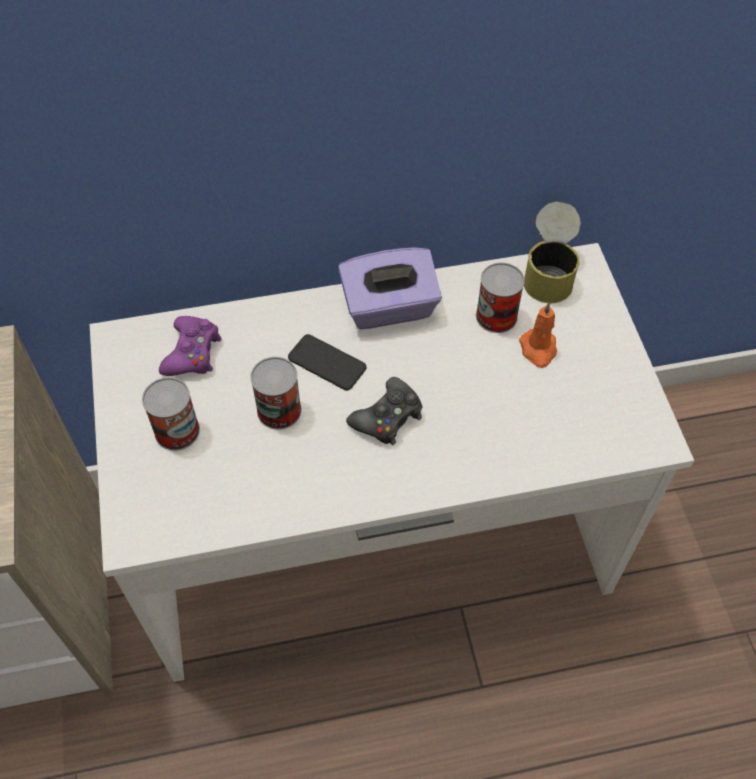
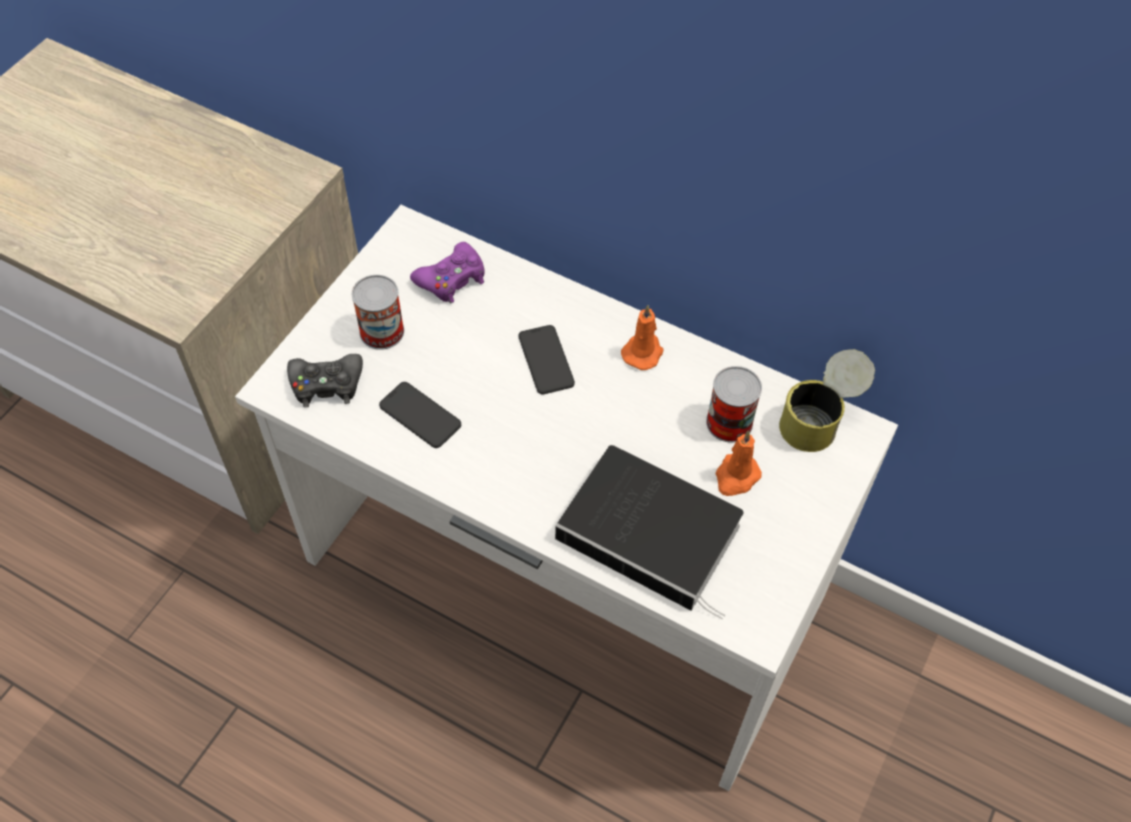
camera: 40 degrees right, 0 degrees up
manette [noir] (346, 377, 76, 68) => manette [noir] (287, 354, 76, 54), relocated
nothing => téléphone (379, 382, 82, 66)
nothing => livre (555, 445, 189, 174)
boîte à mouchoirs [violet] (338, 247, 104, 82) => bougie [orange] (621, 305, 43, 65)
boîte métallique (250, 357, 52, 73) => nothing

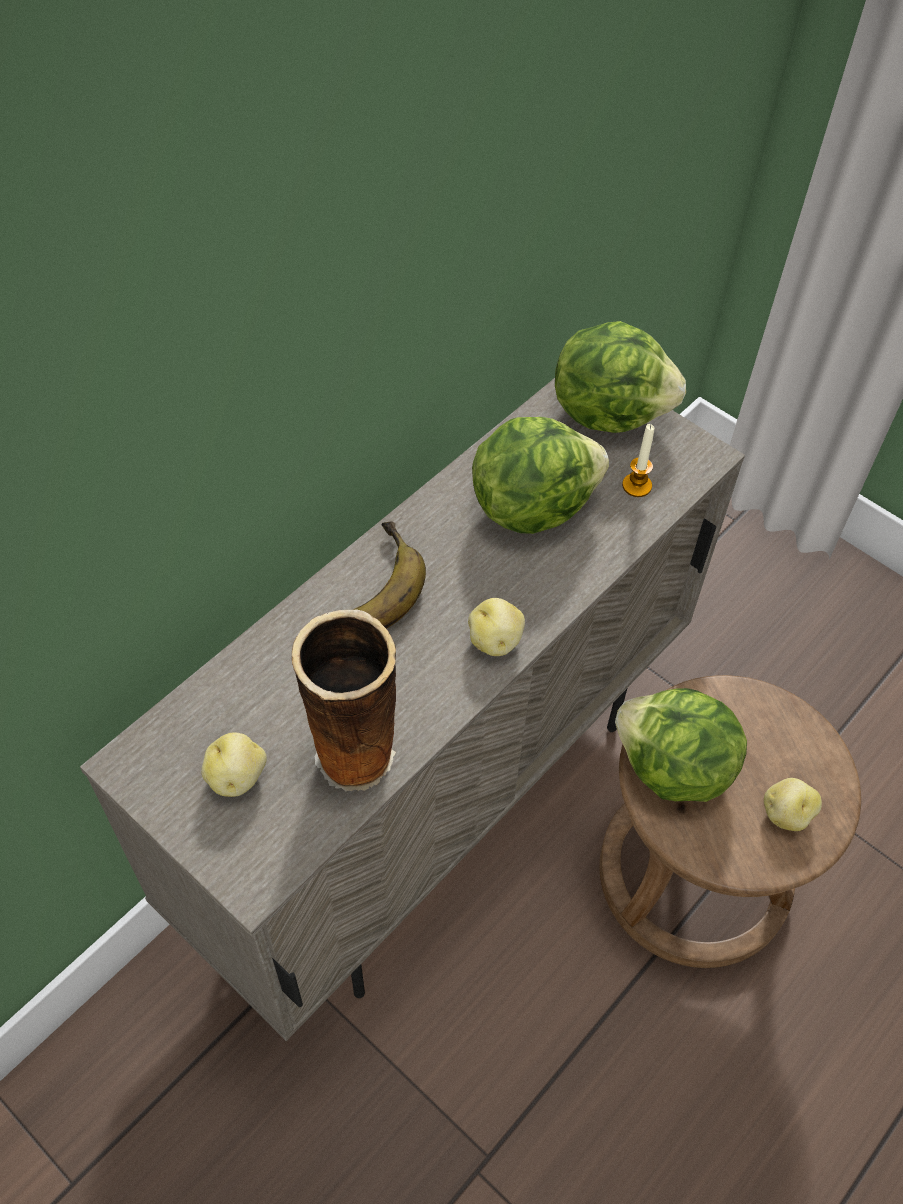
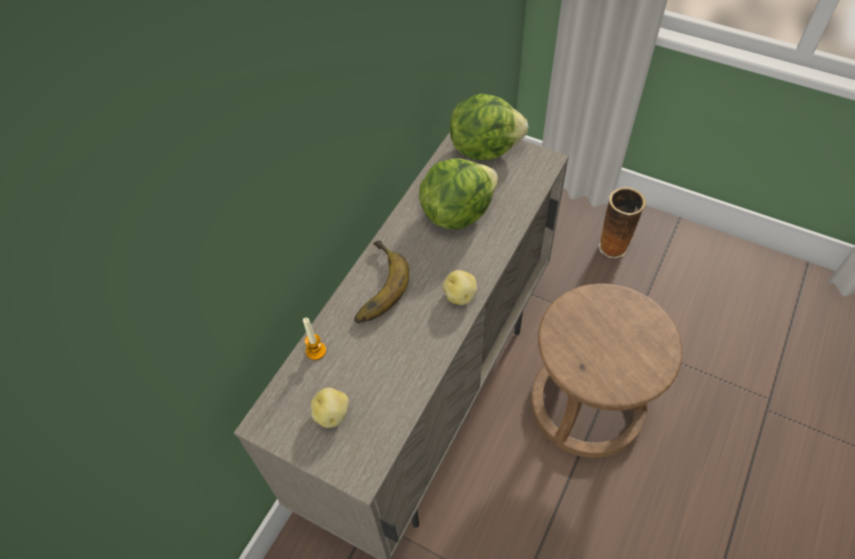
camera: 10 degrees left, 0 degrees up
bougie (622, 424, 33, 73) => bougie (303, 318, 23, 42), relocated
vase (292, 610, 104, 181) => vase (599, 187, 47, 71), relocated
laitue (615, 688, 132, 114) => nothing
pomme de terre (764, 778, 58, 53) => nothing

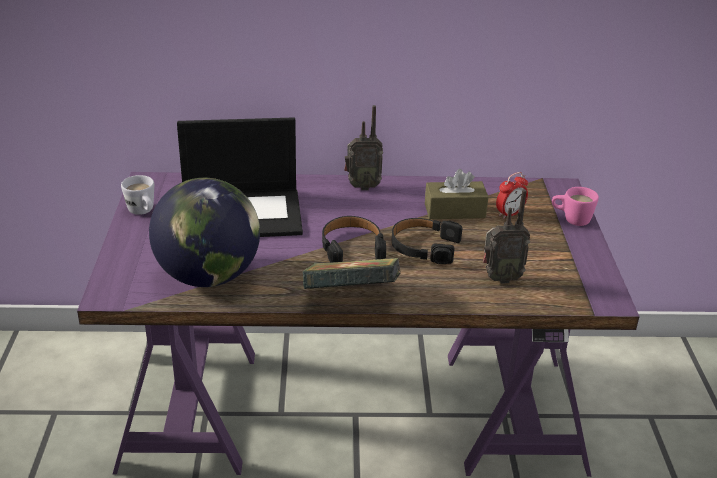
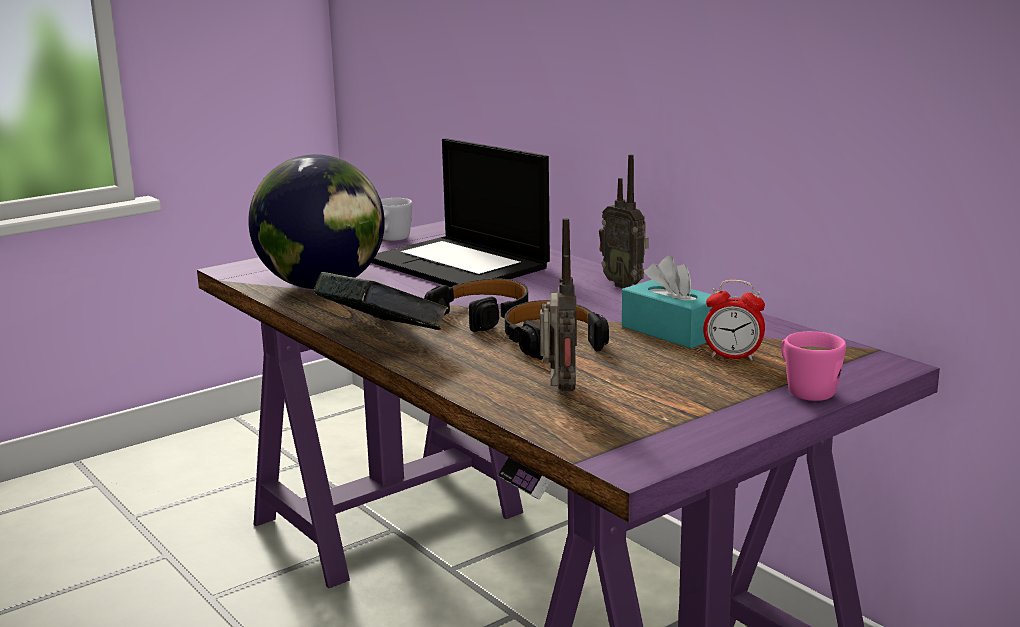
camera: 55 degrees right, 15 degrees down
radio (483, 189, 47, 95) => radio (540, 218, 37, 173), 135 degrees counterclockwise
boîte à mouchoirs [marron] (425, 169, 63, 50) => boîte à mouchoirs [turquoise] (622, 256, 90, 92)

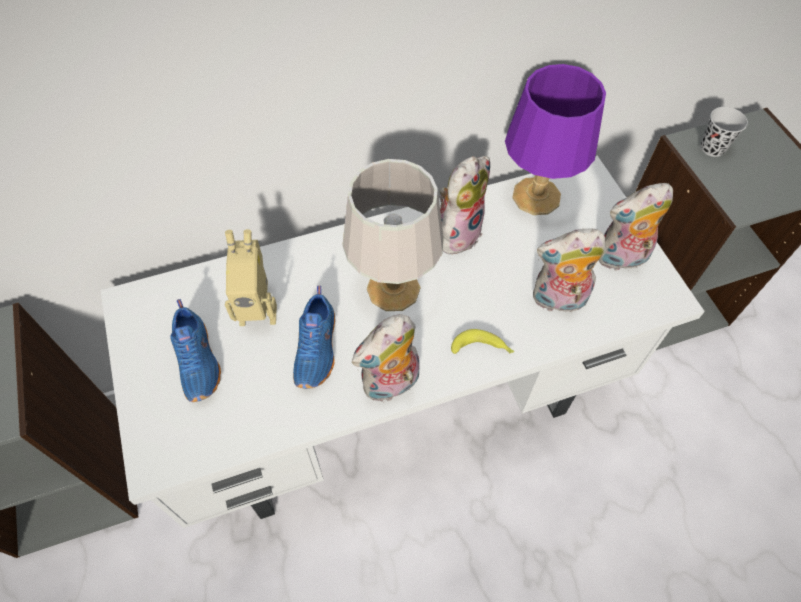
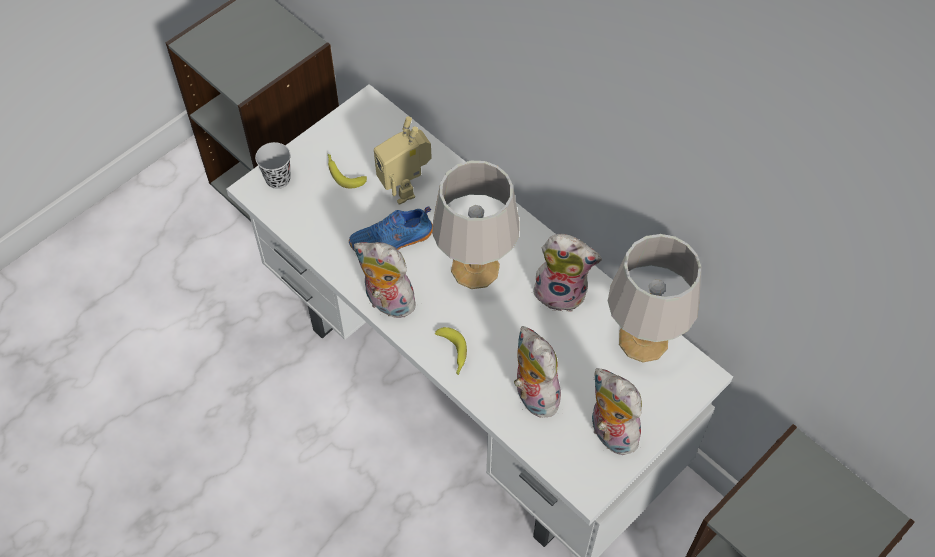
camera: 65 degrees right, 0 degrees up
tasse [noir] (701, 107, 47, 50) => tasse [noir] (255, 142, 36, 47), relocated
chaussure [bleu] (170, 299, 51, 103) => banane (328, 154, 39, 34)
lampe de table [violet] (505, 64, 101, 151) => lampe de table [gris] (608, 234, 93, 129)

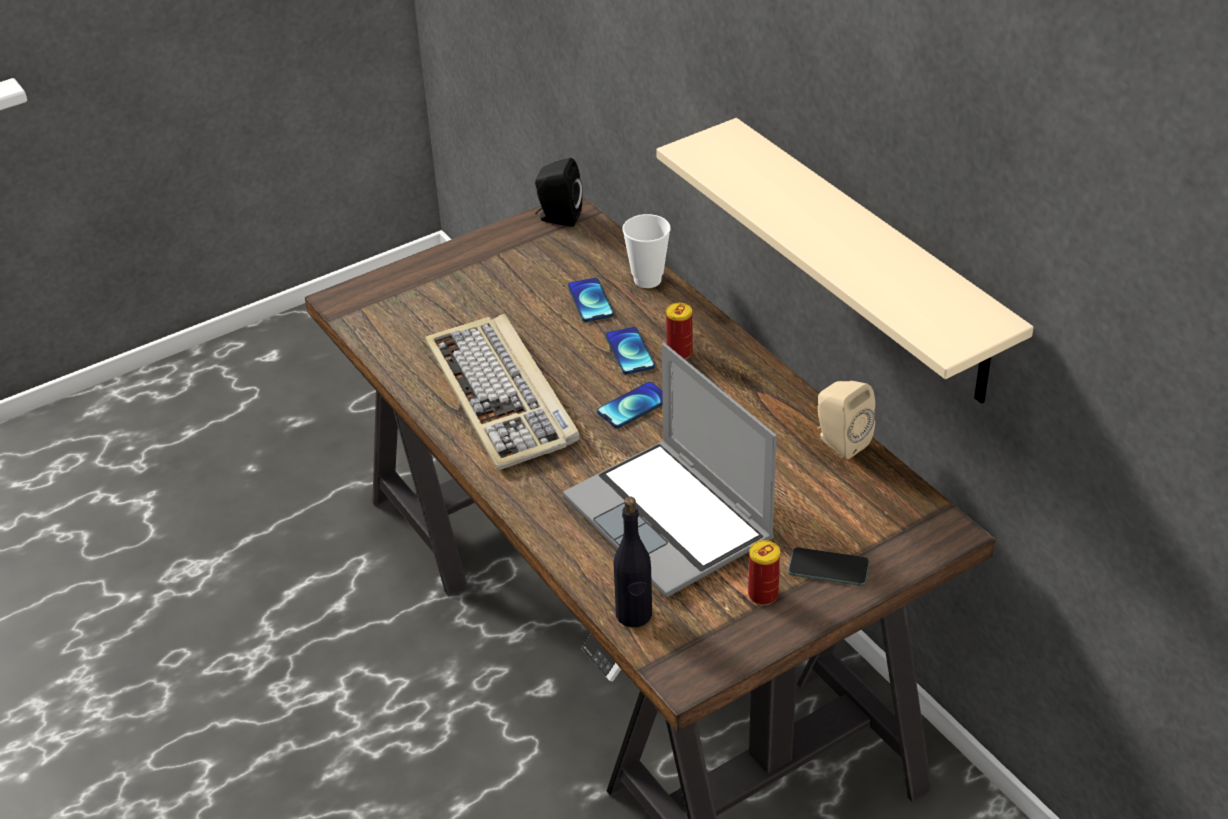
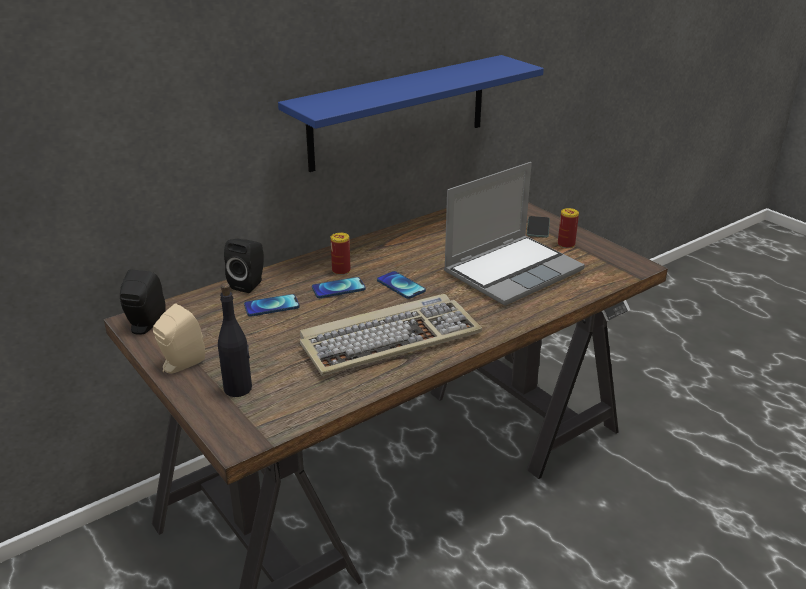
camera: 95 degrees left, 10 degrees down
enceinte [beige] (817, 381, 58, 78) => enceinte [beige] (153, 303, 52, 71), relocated
bouteille [noir] (613, 496, 39, 131) => bouteille [noir] (218, 283, 34, 114), relocated
tasse (622, 214, 49, 74) => enceinte [noir] (224, 239, 40, 54)
étagère [beige] (656, 118, 378, 286) => étagère [bleu] (278, 55, 266, 117)

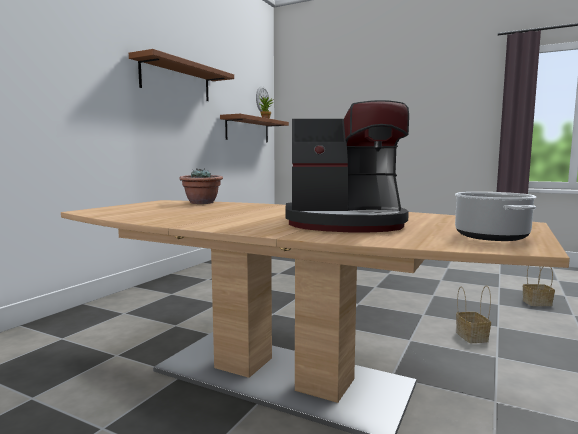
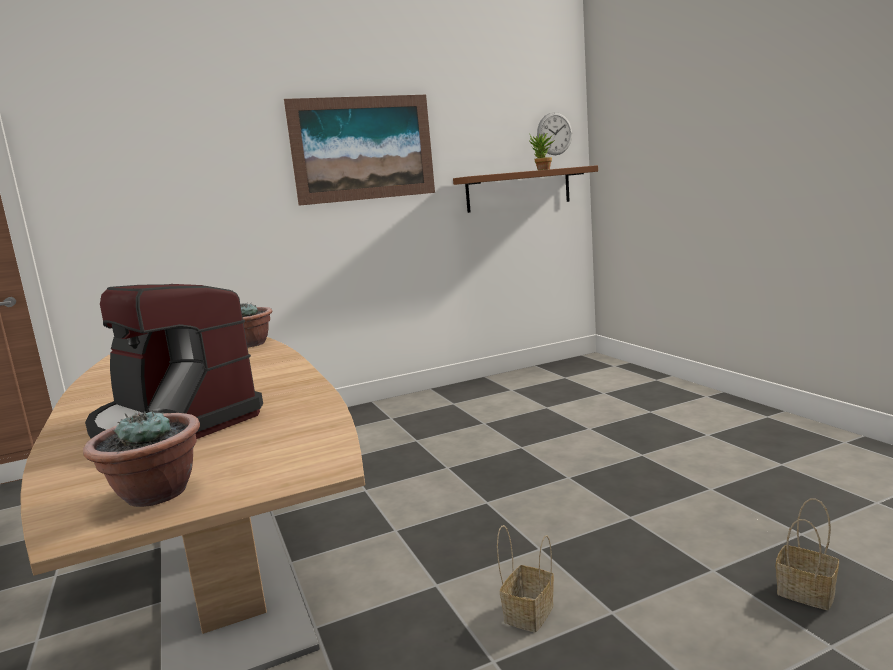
camera: 40 degrees right, 5 degrees up
marmite (455, 192, 82, 49) => plante en pot (83, 410, 117, 97)
étagère [marron] (129, 49, 105, 52) => tableau (284, 95, 151, 111)

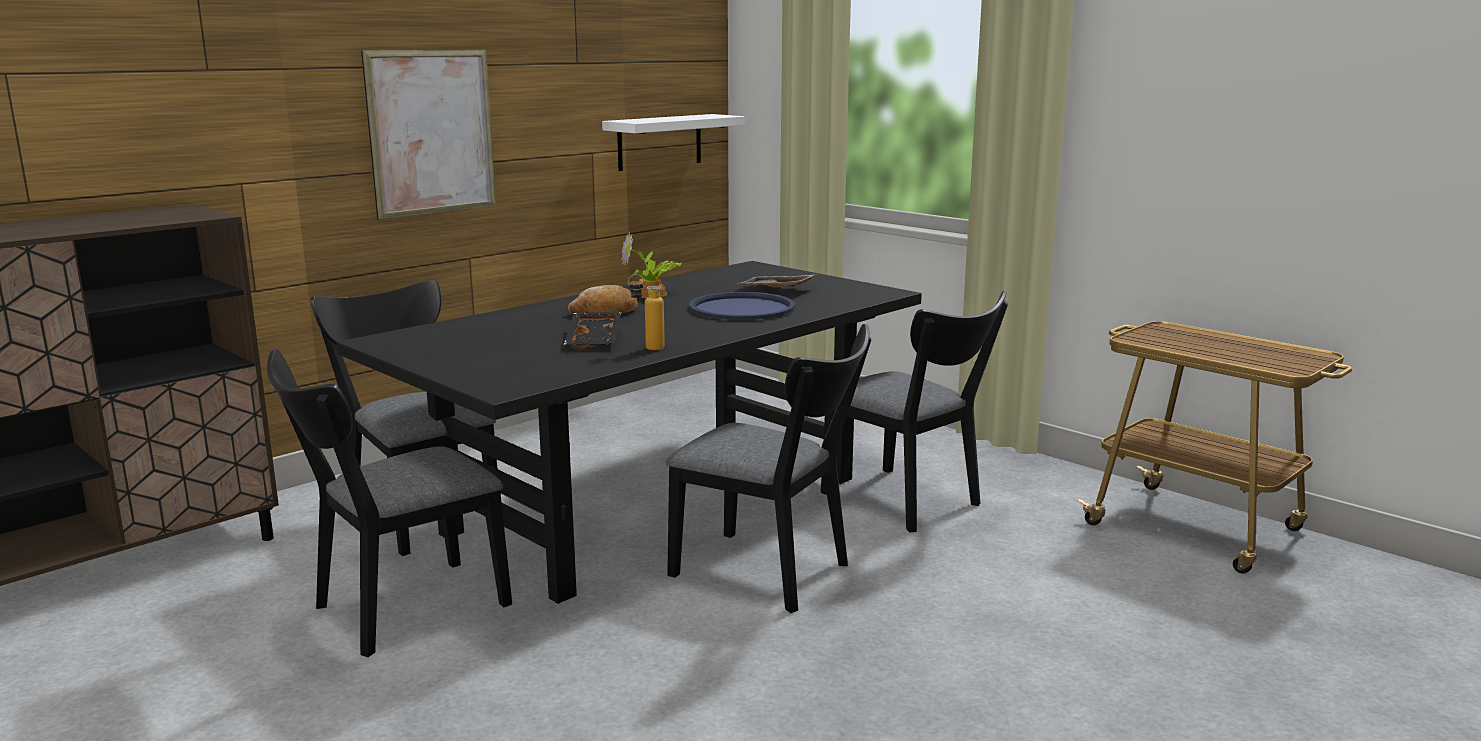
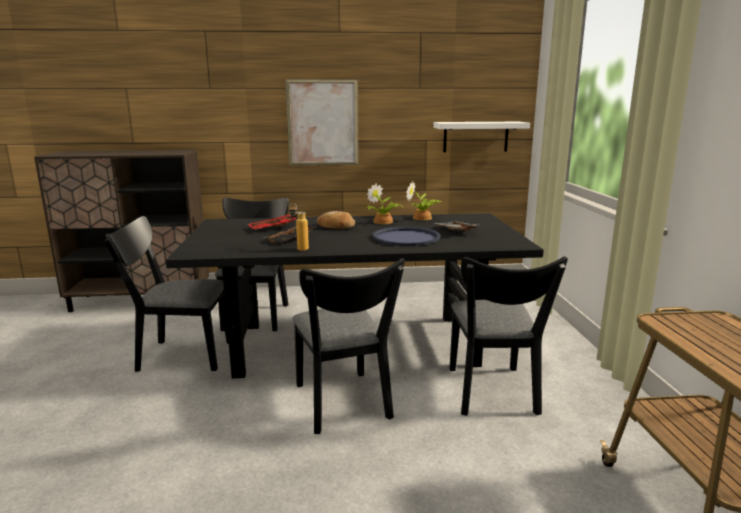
camera: 40 degrees right, 0 degrees up
nothing => plateau [rouge] (248, 214, 49, 16)
nothing => plante en pot (406, 181, 36, 39)

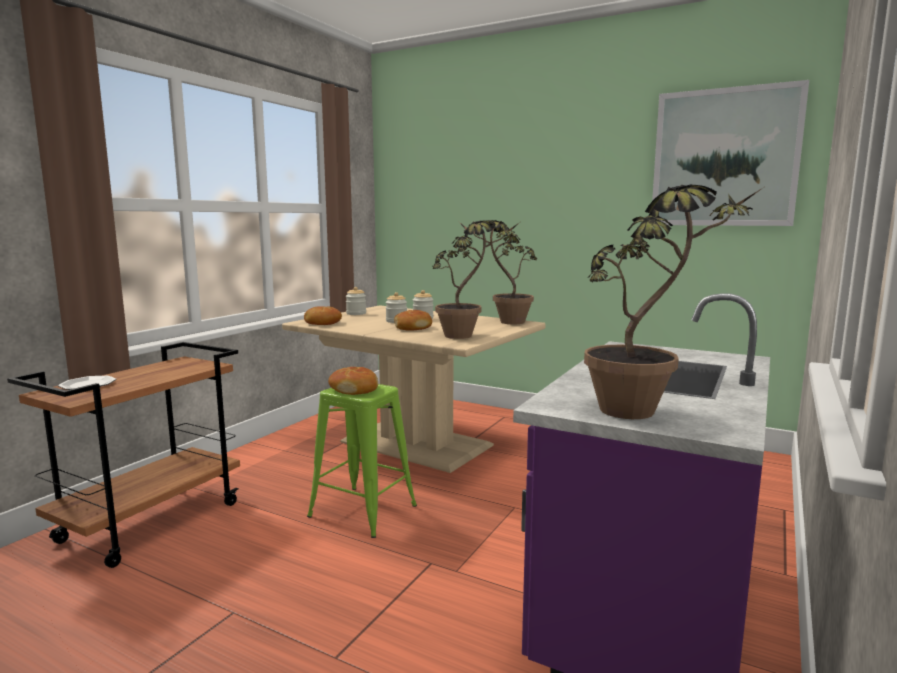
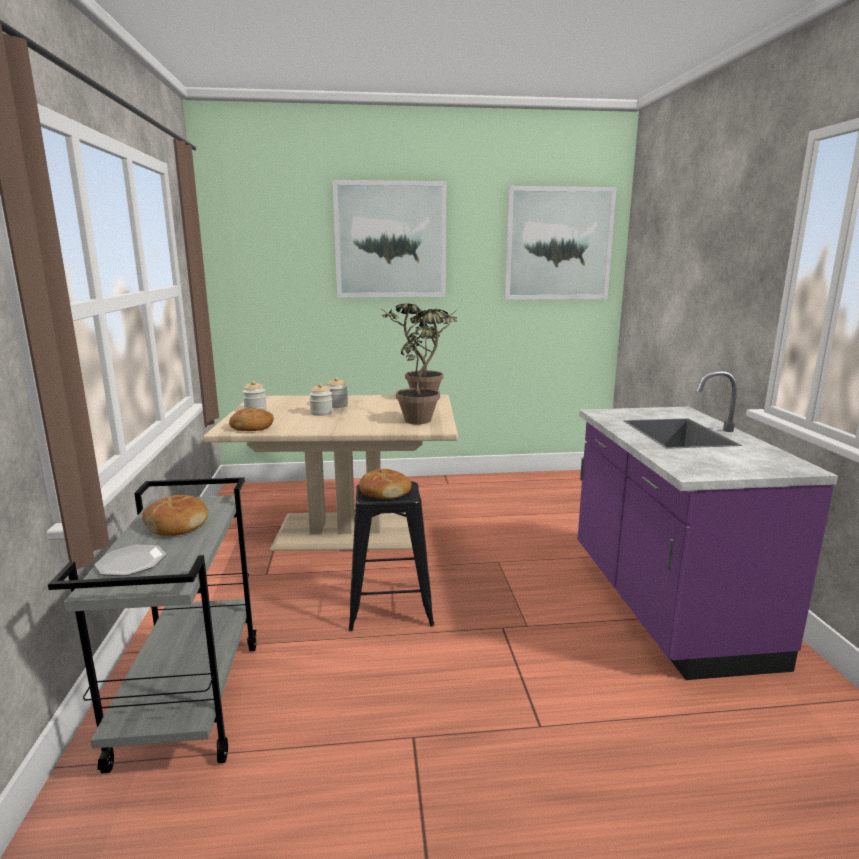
camera: 35 degrees left, 5 degrees up
chariot [marron] (7, 342, 233, 226) => chariot [gris] (48, 477, 209, 297)
pain (394, 310, 38, 20) => pain (142, 495, 66, 41), relocated
nothing => tableau (332, 180, 115, 117)
tabouret [vert] (307, 384, 110, 154) => tabouret [noir] (348, 481, 87, 150)
plante en pot (584, 185, 180, 234) => nothing

